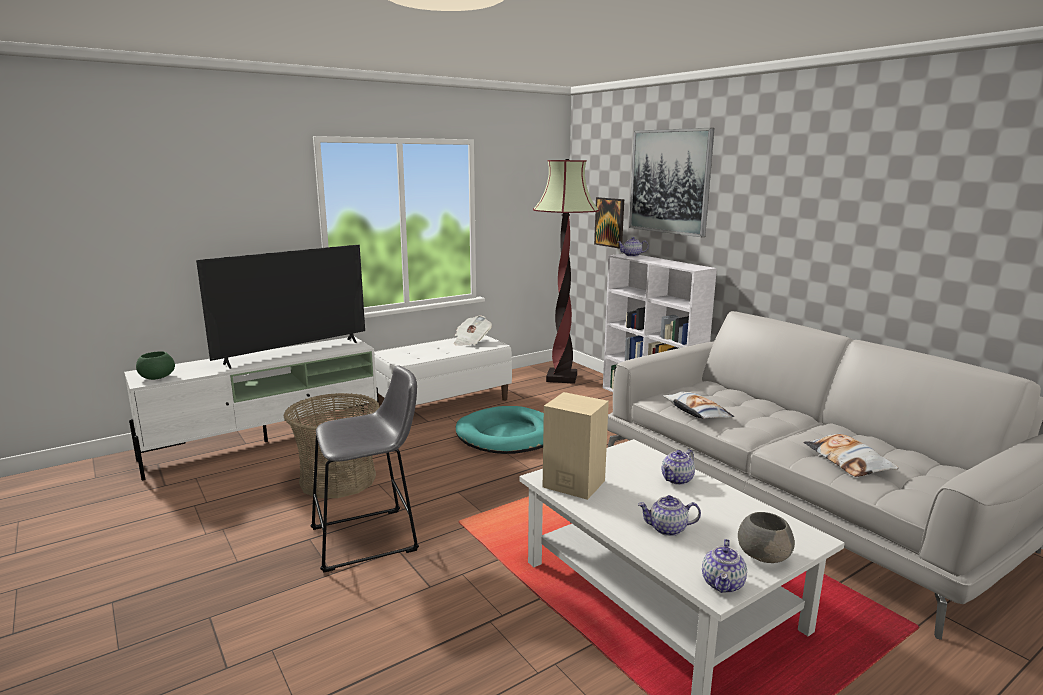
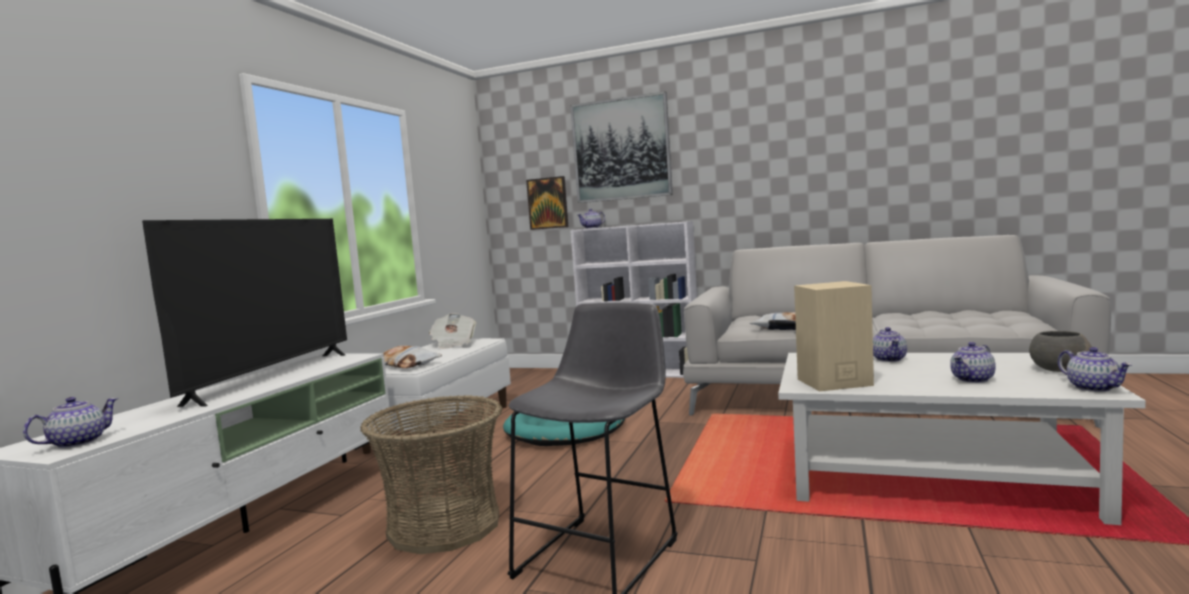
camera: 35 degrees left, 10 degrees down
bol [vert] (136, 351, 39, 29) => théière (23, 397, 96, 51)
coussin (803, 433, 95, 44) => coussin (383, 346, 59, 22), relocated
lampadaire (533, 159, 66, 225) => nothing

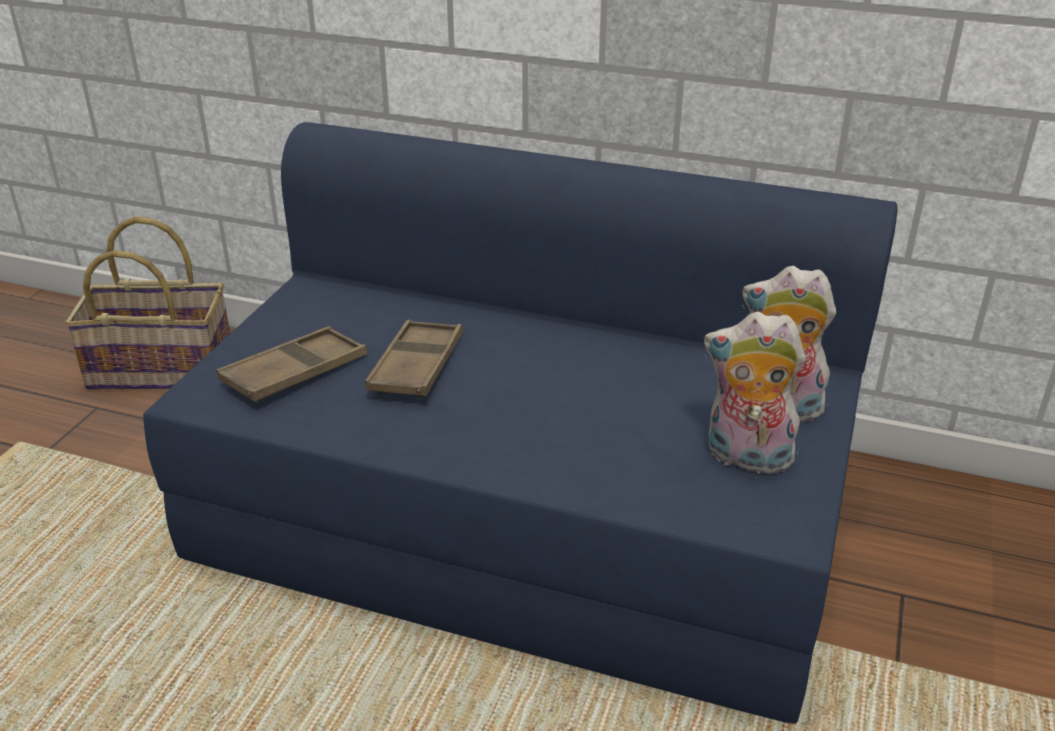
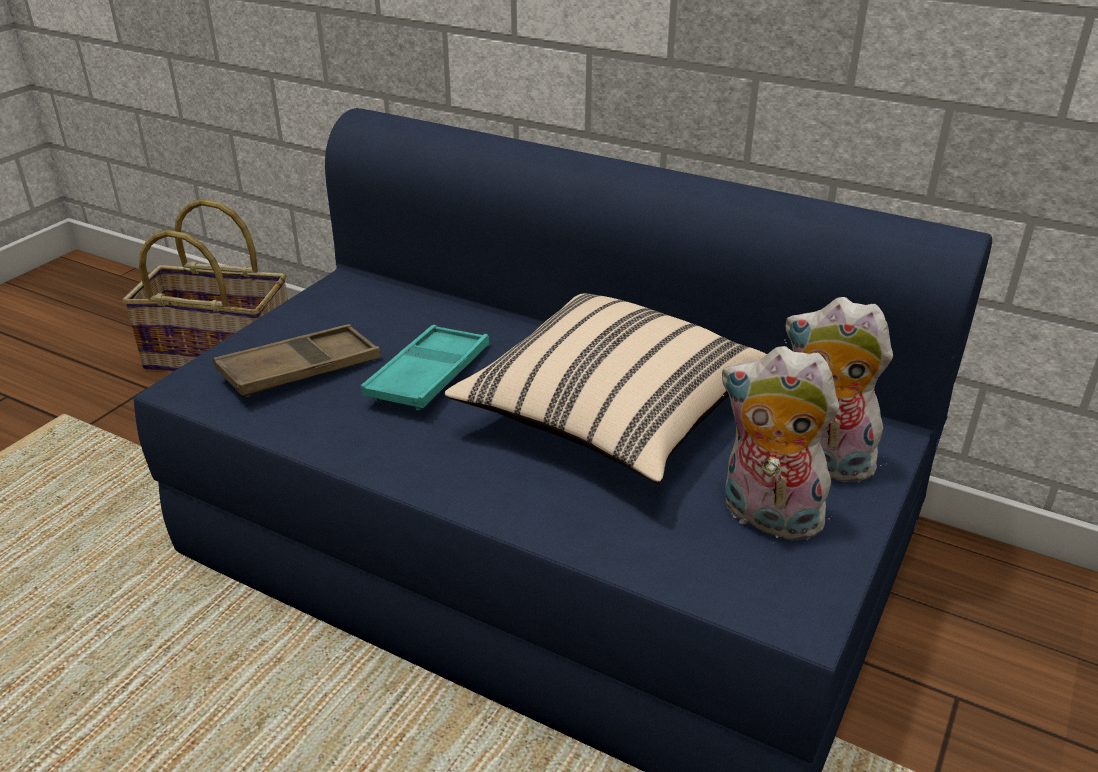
camera: 10 degrees right, 0 degrees up
plateau [marron] (365, 320, 98, 79) => plateau [turquoise] (361, 325, 129, 85)
nothing => coussin [beige] (445, 294, 322, 190)

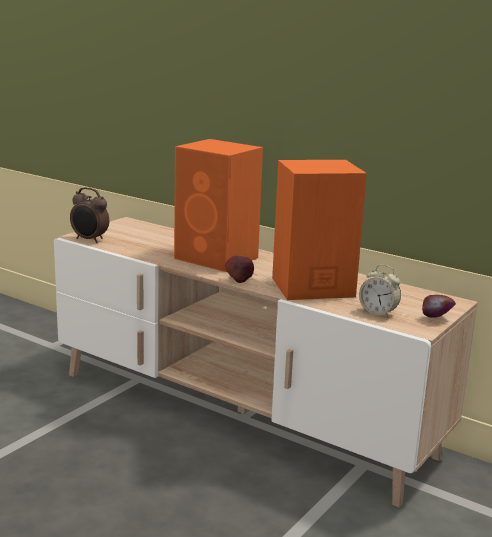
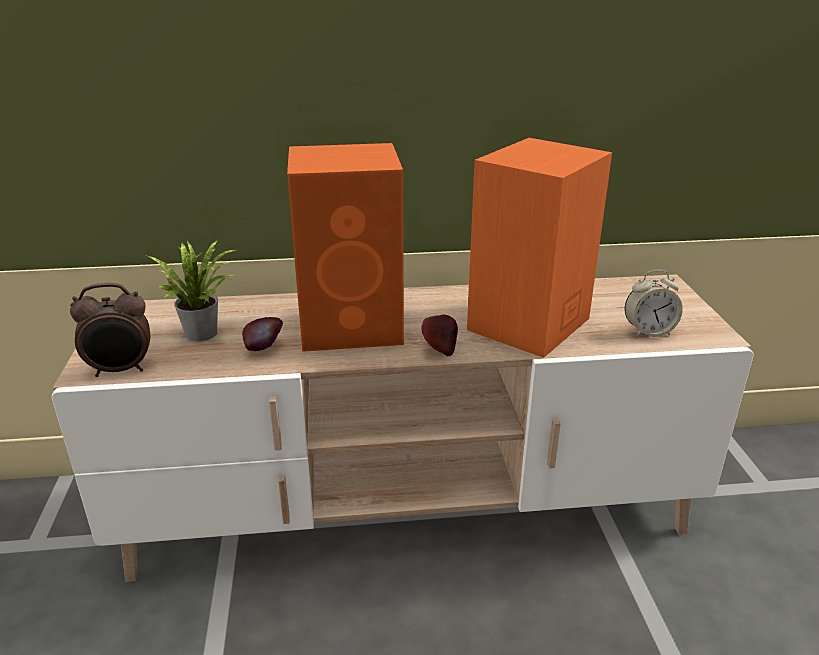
camera: 40 degrees left, 10 degrees up
nothing => plante en pot (147, 241, 89, 100)
pomme (422, 295, 34, 23) => pomme (242, 317, 41, 34), relocated

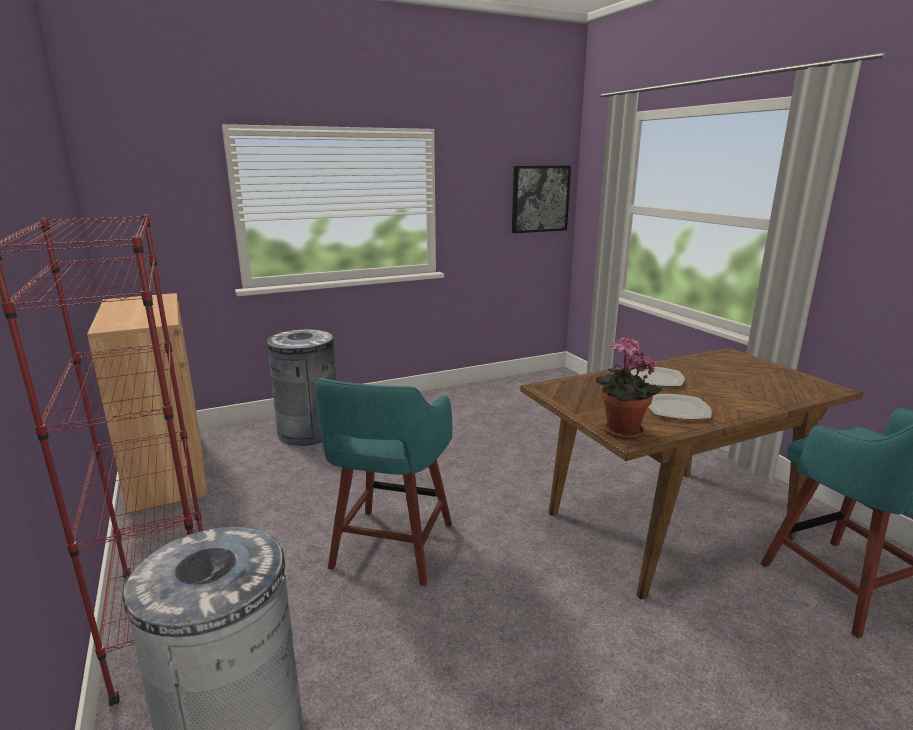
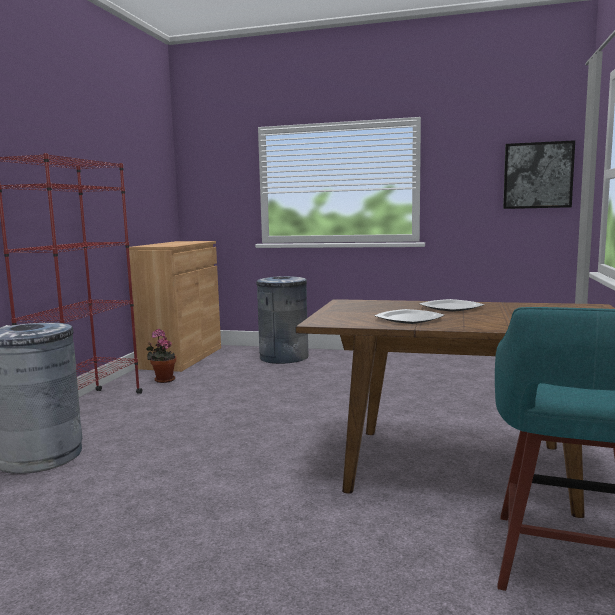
camera: 40 degrees right, 10 degrees down
plante en pot (596, 336, 66, 104) => plante en pot (146, 329, 30, 54), relocated
tabouret [turquoise] (315, 378, 137, 208) => nothing

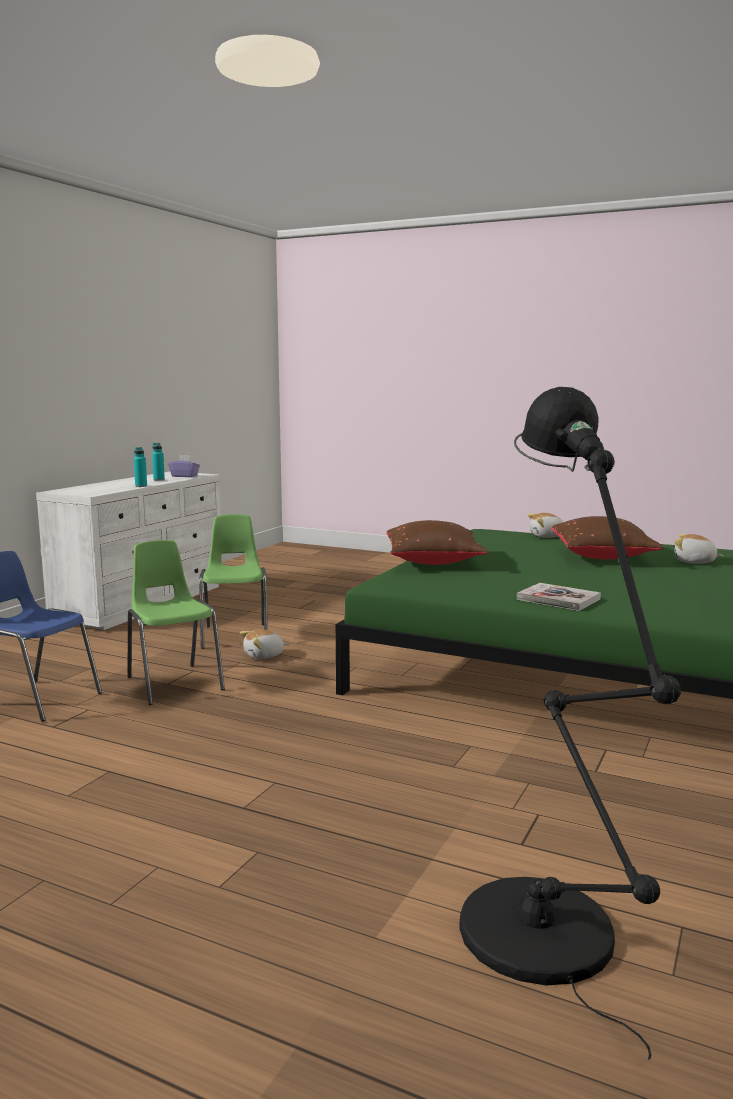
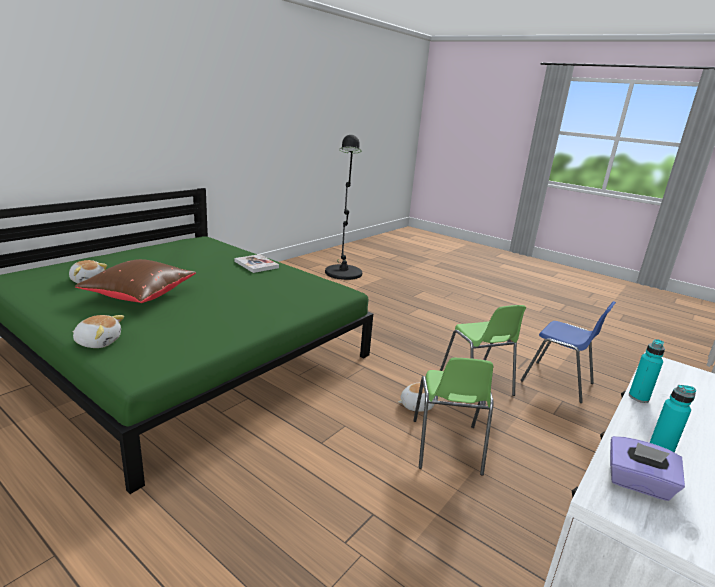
camera: 170 degrees left, 10 degrees up
coussin [marron] (387, 520, 101, 45) => nothing

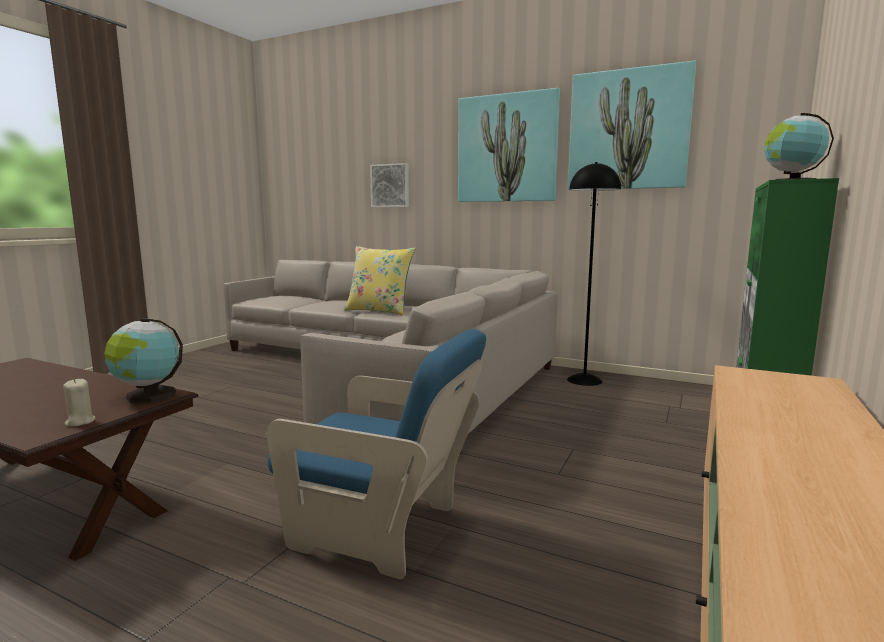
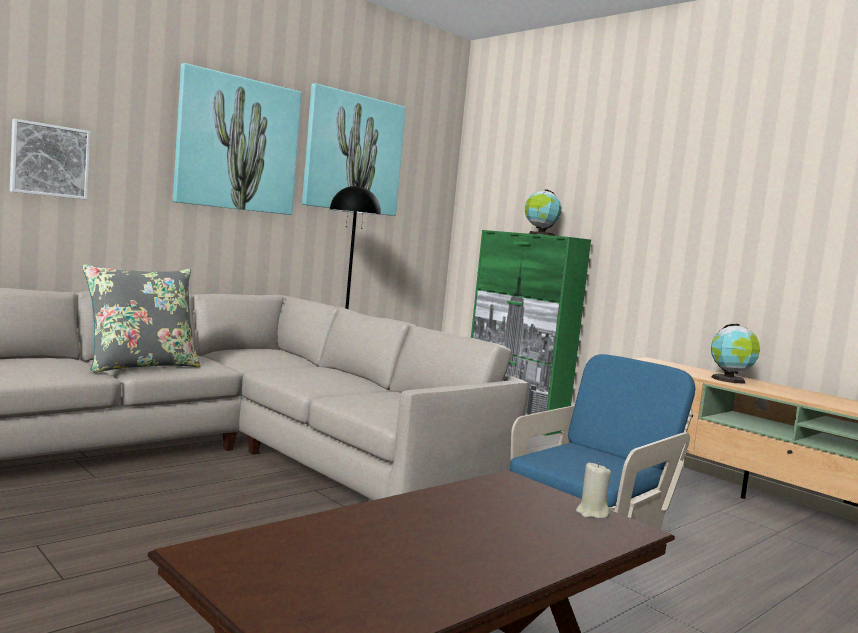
camera: 70 degrees left, 5 degrees down
coussin [jaune] (344, 246, 72, 70) => coussin [gris] (82, 264, 119, 109)
globe (104, 318, 79, 85) => globe (711, 324, 49, 60), relocated

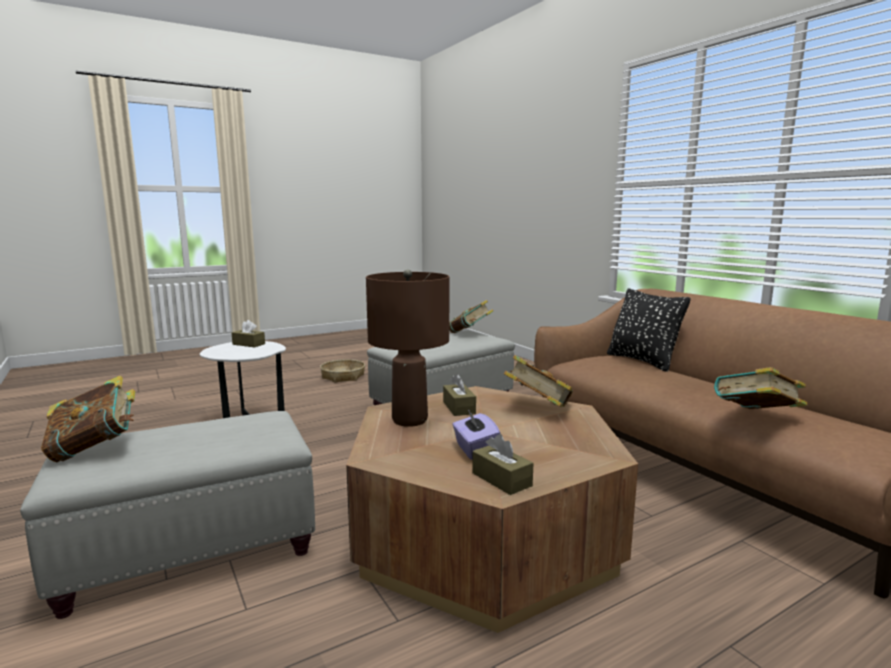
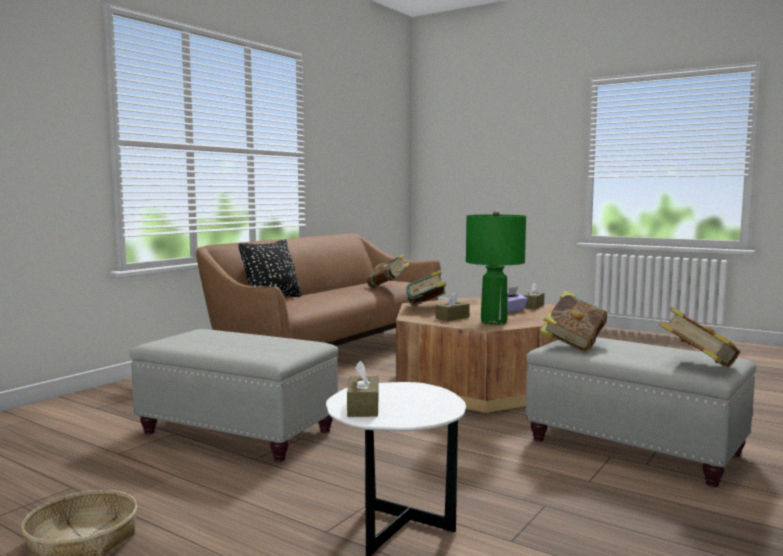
camera: 115 degrees left, 5 degrees down
lampe de table [marron] (366, 269, 83, 158) => lampe de table [vert] (466, 211, 60, 114)
livre (449, 300, 44, 33) => livre (539, 290, 68, 62), relocated

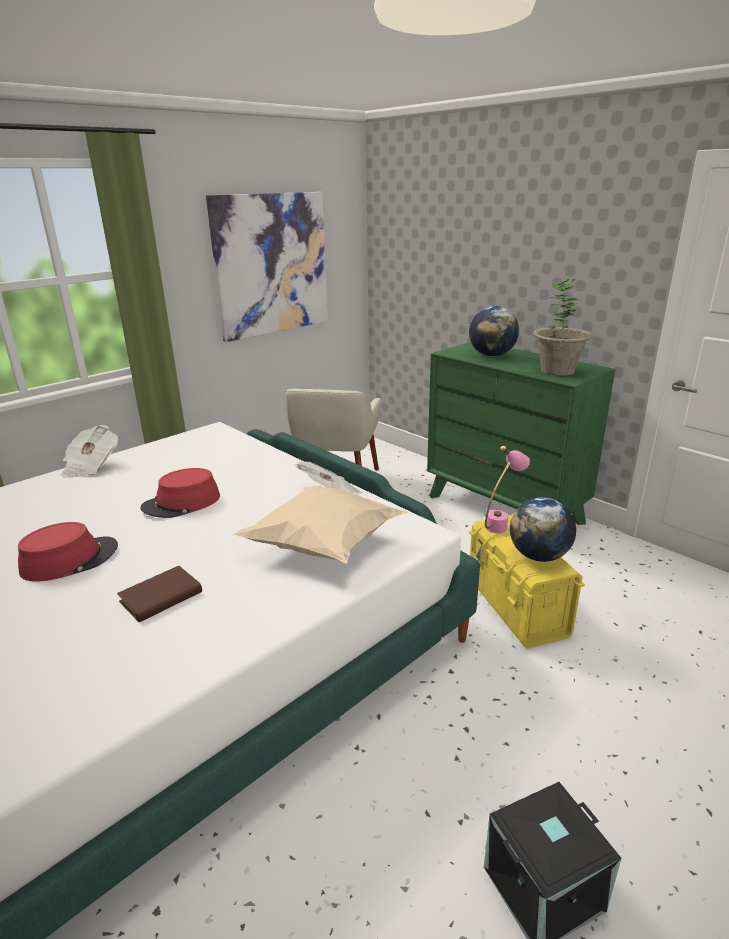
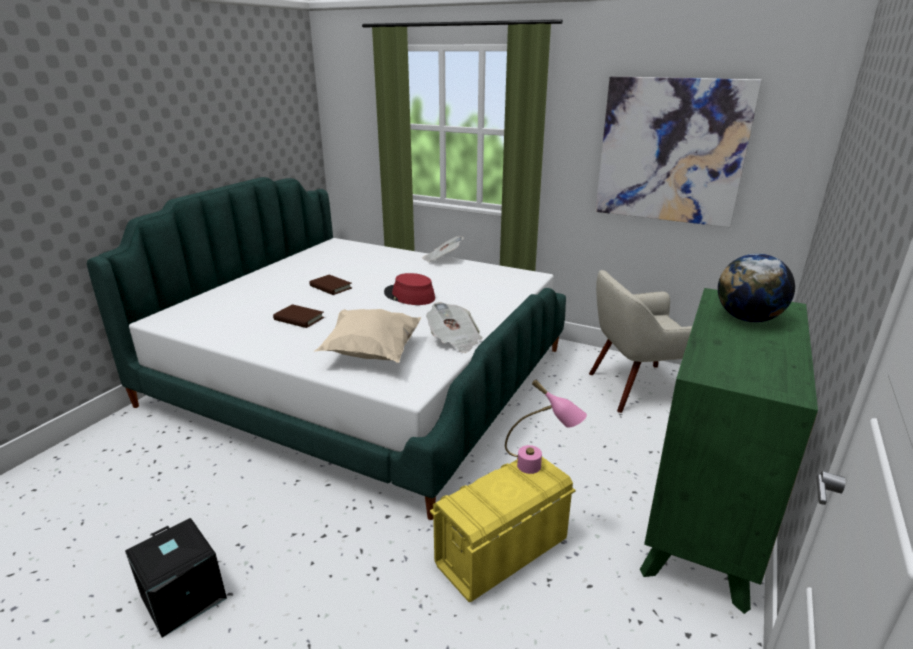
camera: 70 degrees right, 0 degrees up
chapeau [rouge] (18, 522, 100, 59) => livre [marron] (309, 275, 43, 20)
globe (510, 497, 66, 65) => nothing
plante en pot (533, 279, 60, 97) => nothing

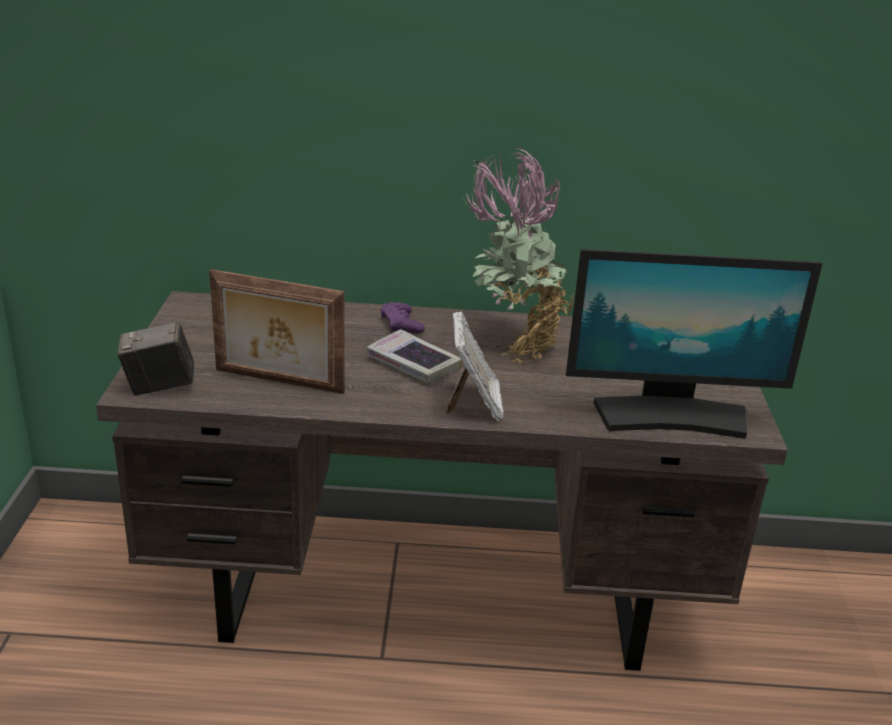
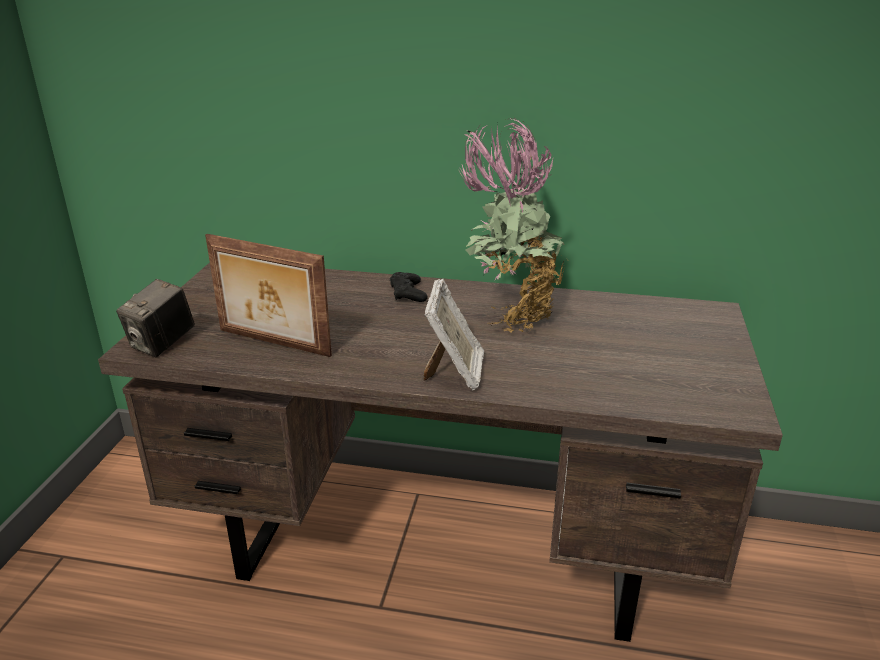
camera: 10 degrees right, 0 degrees up
appareil photo (118, 321, 76, 75) => appareil photo (116, 279, 79, 78), 60 degrees counterclockwise
manette [violet] (380, 302, 45, 32) => manette [noir] (390, 272, 38, 30)
livre (366, 329, 96, 54) => nothing
écran d'ordinateur (566, 249, 257, 190) => nothing

